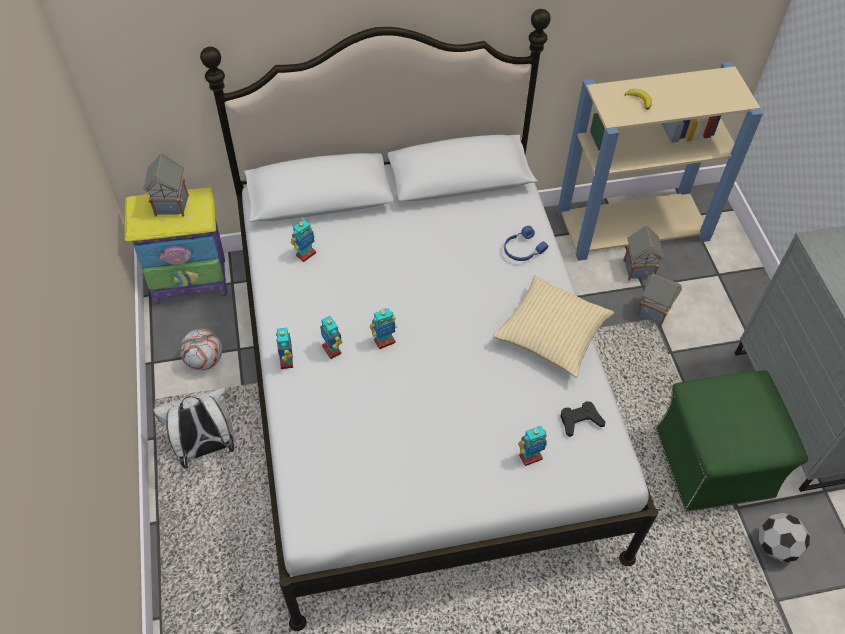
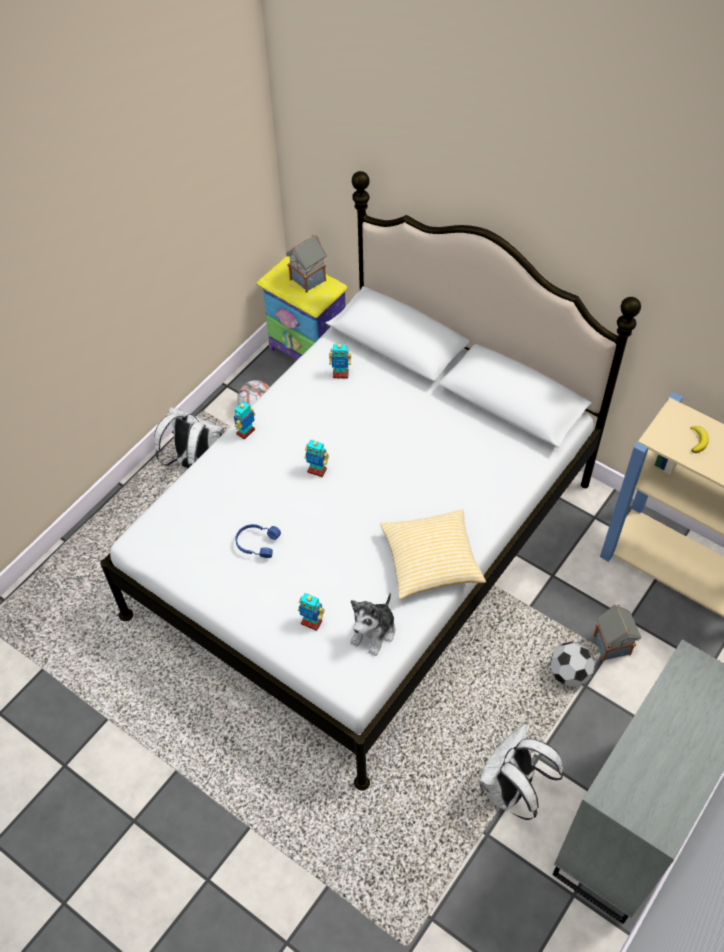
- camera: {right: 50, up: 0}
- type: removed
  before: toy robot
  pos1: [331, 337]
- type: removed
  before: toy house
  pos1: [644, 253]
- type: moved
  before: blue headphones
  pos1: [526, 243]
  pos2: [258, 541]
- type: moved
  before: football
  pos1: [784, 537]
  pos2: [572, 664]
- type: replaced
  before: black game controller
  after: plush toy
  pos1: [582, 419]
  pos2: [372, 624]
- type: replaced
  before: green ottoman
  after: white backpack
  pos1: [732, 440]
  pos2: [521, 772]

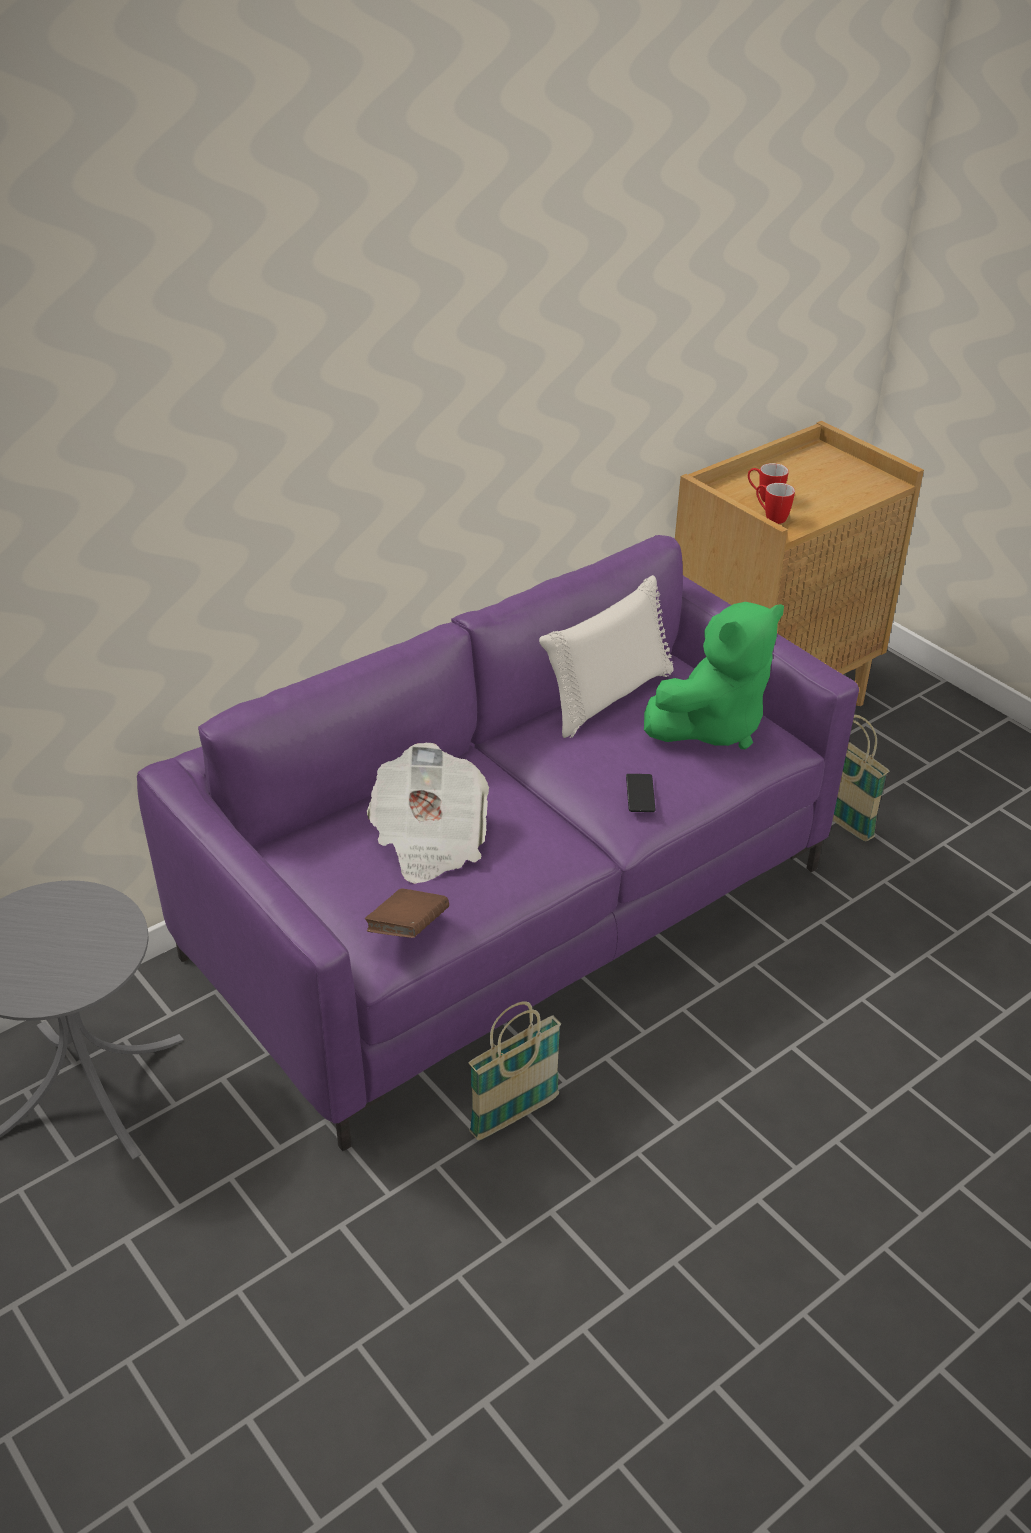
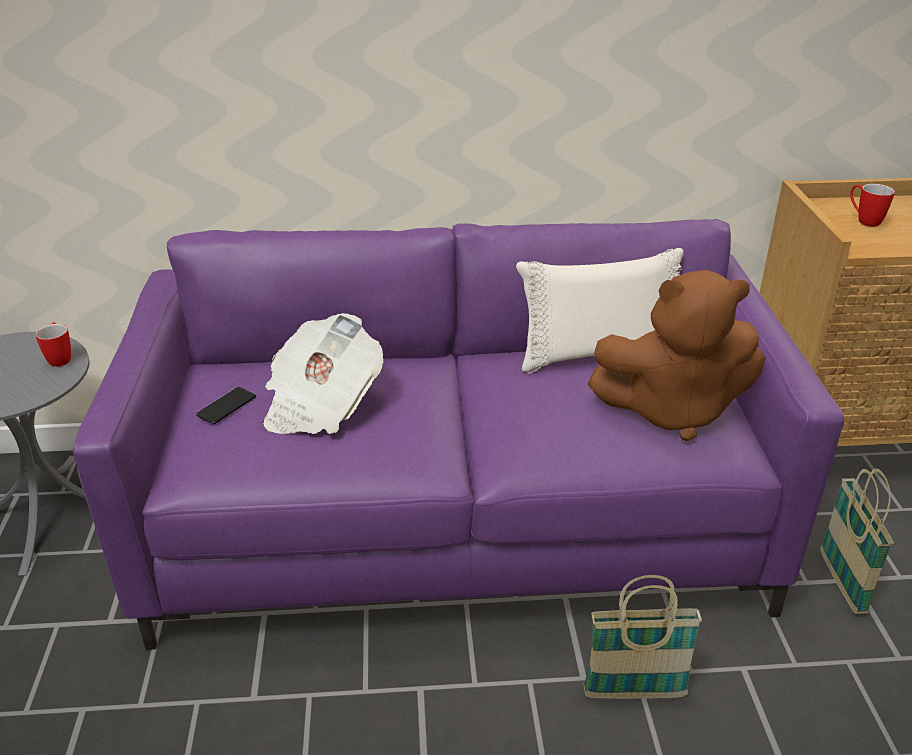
- camera: {right: 35, up: -5}
- type: removed
  before: brown book
  pos1: [407, 913]
- type: moved
  before: basket
  pos1: [515, 1070]
  pos2: [643, 637]
- type: moved
  before: phone
  pos1: [641, 793]
  pos2: [226, 405]
- type: moved
  before: mug
  pos1: [775, 503]
  pos2: [53, 344]
- type: recoloured
  before: green plush toy
  after: brown plush toy
  pos1: [714, 675]
  pos2: [676, 355]

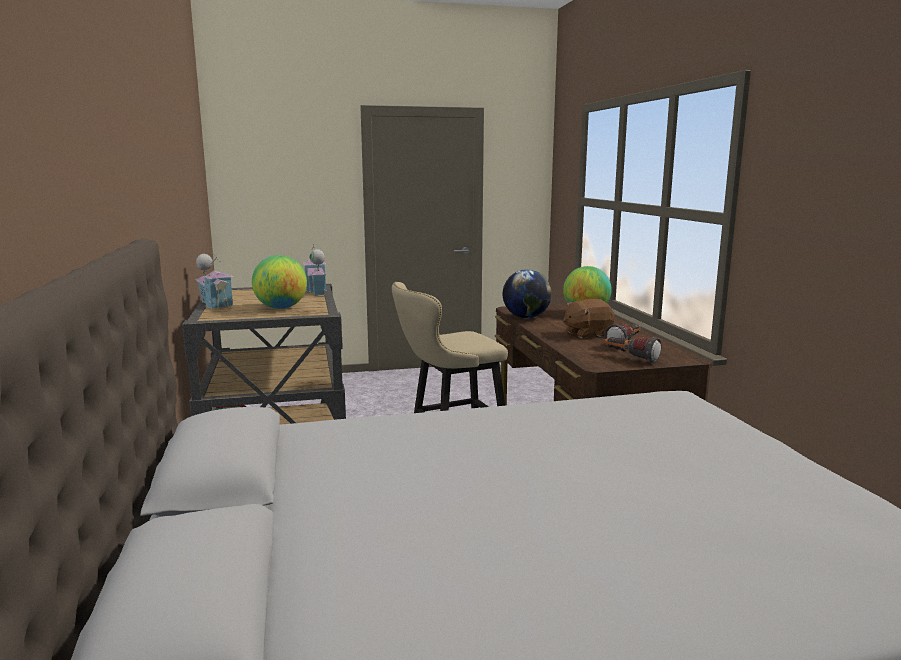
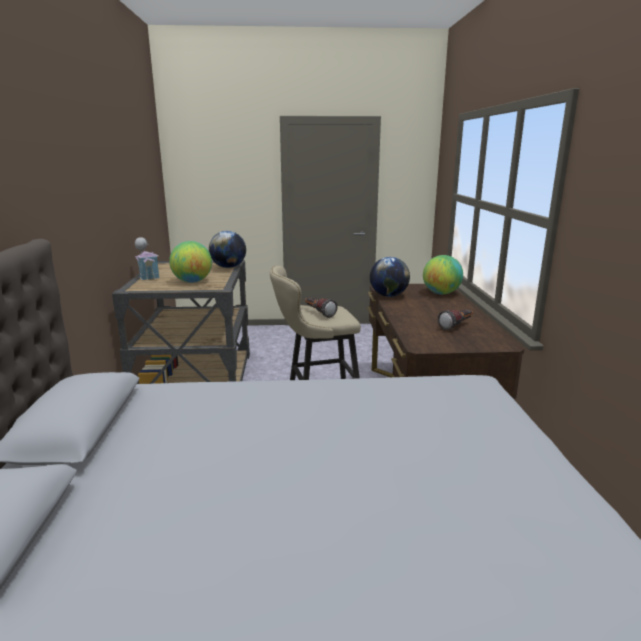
- camera: {right: 10, up: 5}
- type: removed
  before: brown plush toy
  pos1: [589, 318]
- type: moved
  before: flashlight
  pos1: [632, 350]
  pos2: [321, 307]
- type: replaced
  before: toy house
  after: globe
  pos1: [315, 270]
  pos2: [227, 249]

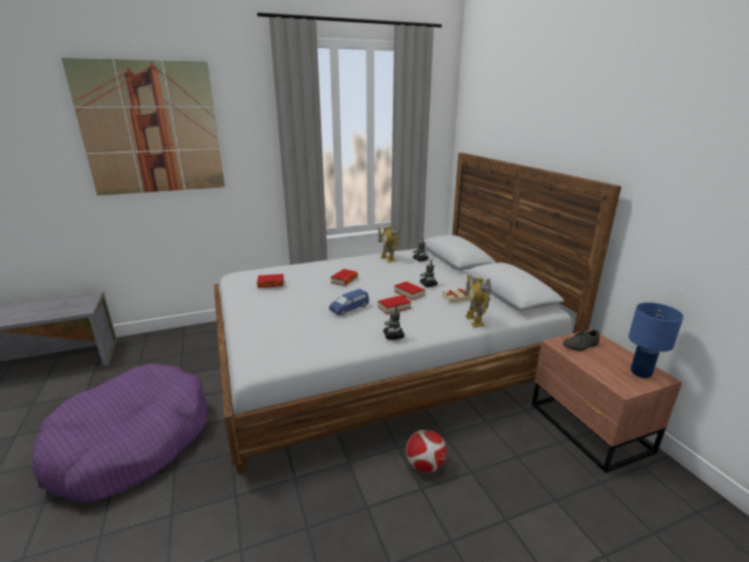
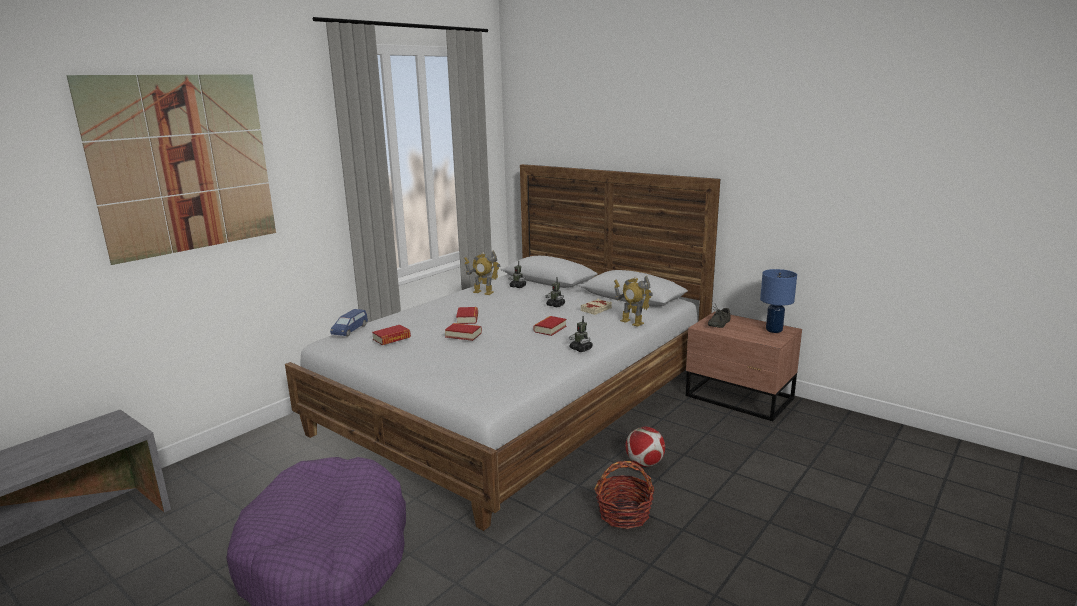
- camera: {right: -30, up: -5}
- type: added
  after: basket
  pos2: [624, 495]
- type: moved
  before: blue toy car
  pos1: [349, 302]
  pos2: [349, 322]
- type: moved
  before: book
  pos1: [409, 290]
  pos2: [463, 332]

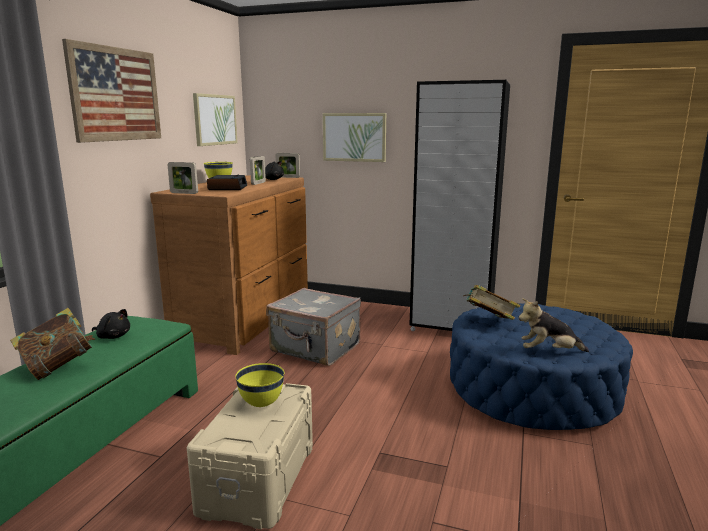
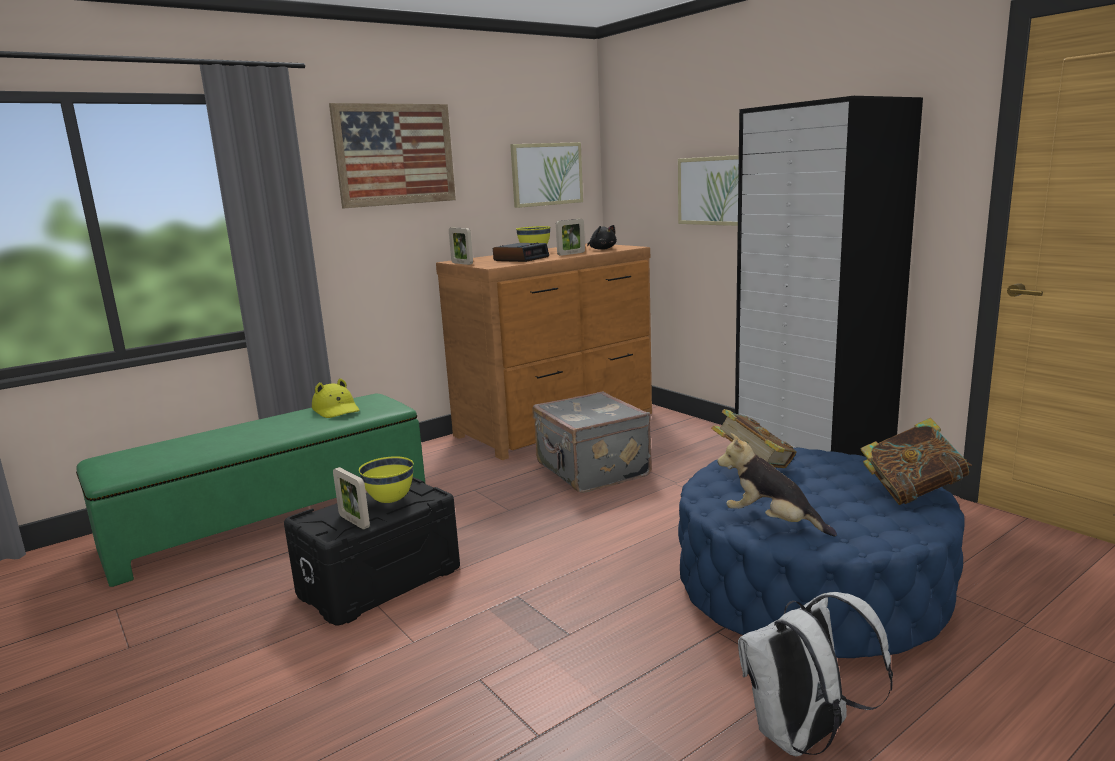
- camera: {right: 35, up: 0}
- type: added
  after: white backpack
  pos2: [815, 674]
- type: moved
  before: book
  pos1: [52, 344]
  pos2: [916, 461]
- type: moved
  before: picture frame
  pos1: [288, 165]
  pos2: [351, 498]
- type: replaced
  before: black plush toy
  after: yellow hat
  pos1: [111, 324]
  pos2: [335, 398]
- type: recoloured
  before: beige storage box
  after: black storage box
  pos1: [250, 456]
  pos2: [372, 551]

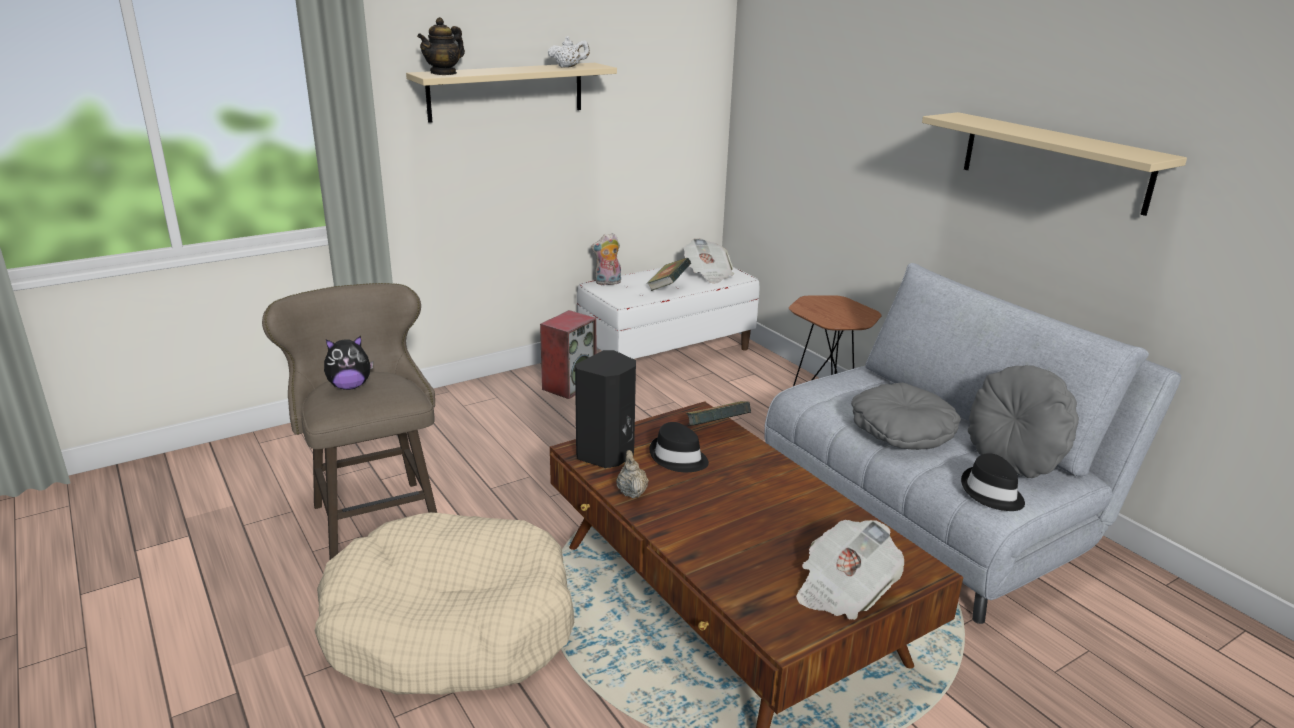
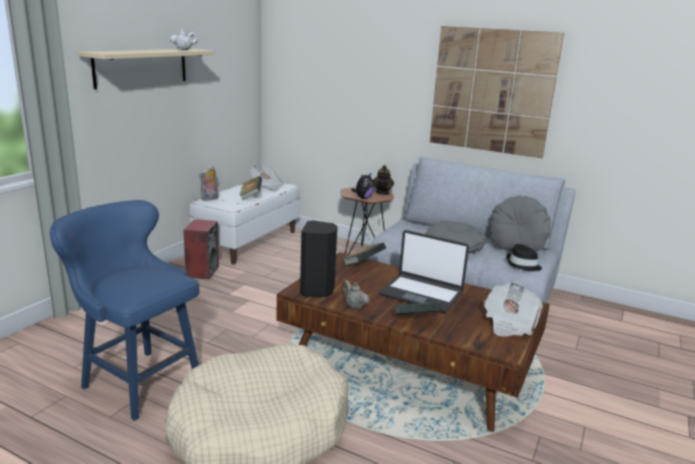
- camera: {right: -30, up: -5}
- type: removed
  before: black hat
  pos1: [679, 447]
- type: added
  after: laptop
  pos2: [424, 271]
- type: added
  after: book
  pos2: [418, 308]
- type: moved
  before: plush toy
  pos1: [349, 363]
  pos2: [363, 185]
- type: moved
  before: teapot
  pos1: [441, 46]
  pos2: [383, 180]
- type: replaced
  before: beige shelf
  after: picture
  pos1: [1054, 164]
  pos2: [497, 92]
- type: recoloured
  before: beige stool
  after: blue stool
  pos1: [349, 421]
  pos2: [124, 310]

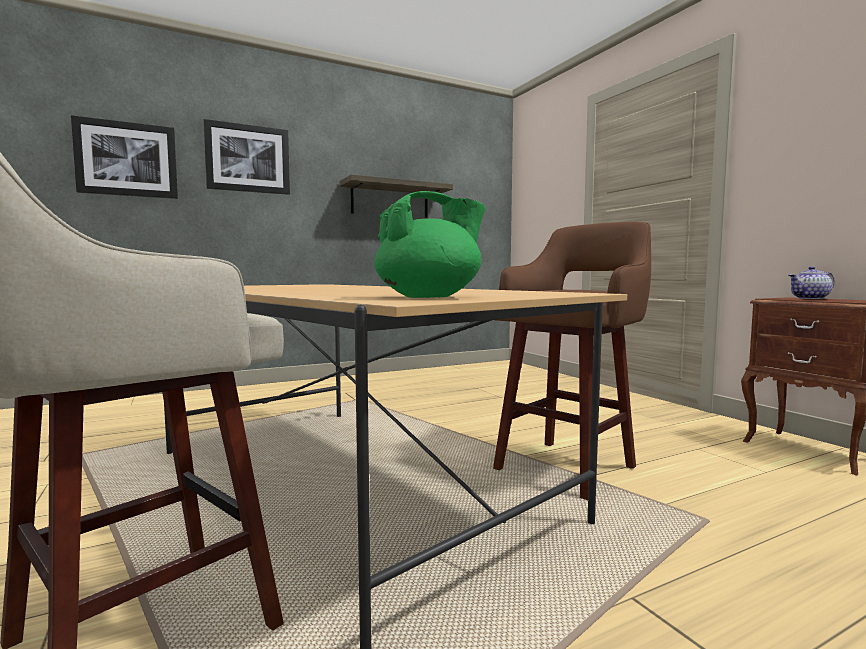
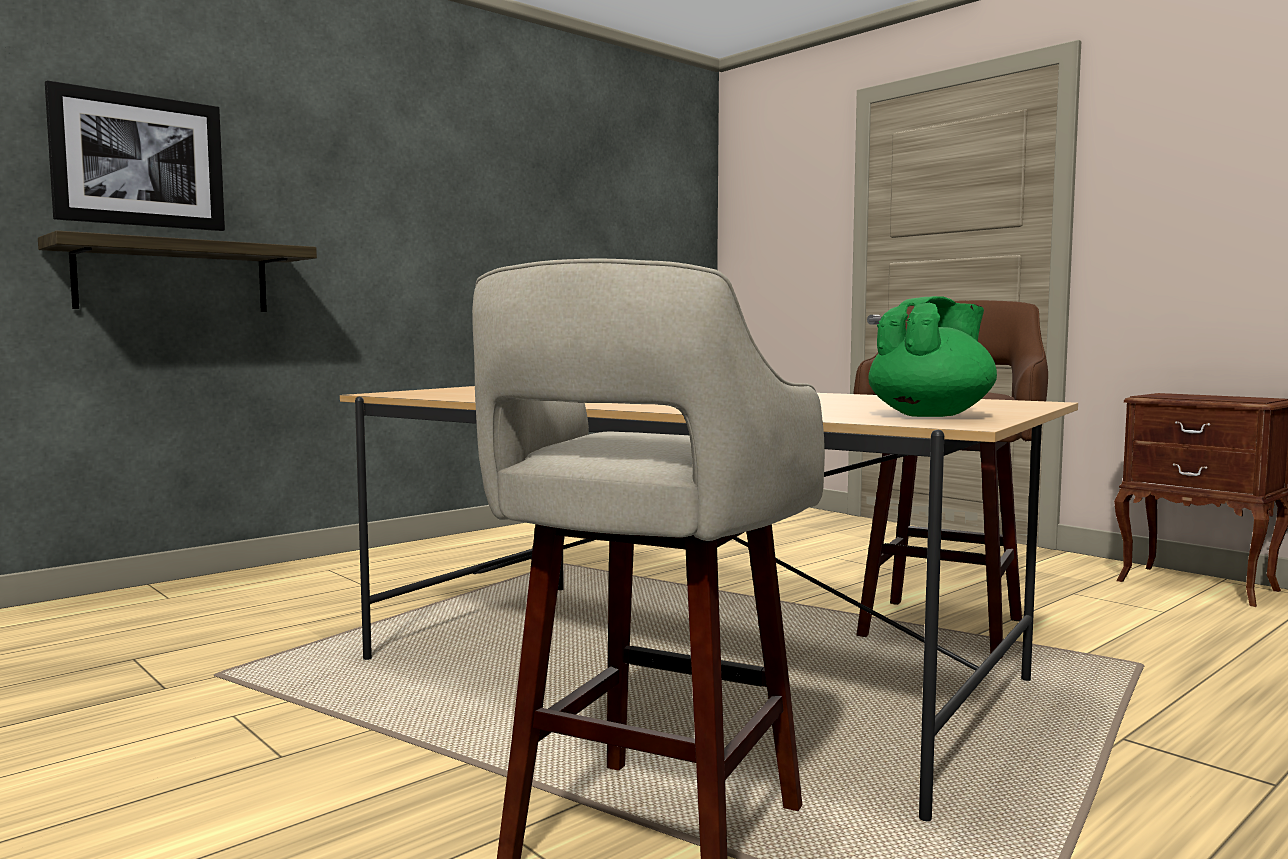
- camera: {right: -15, up: 0}
- type: removed
  before: picture
  pos1: [246, 157]
- type: removed
  before: teapot
  pos1: [812, 282]
- type: moved
  before: shelf
  pos1: [396, 196]
  pos2: [177, 271]

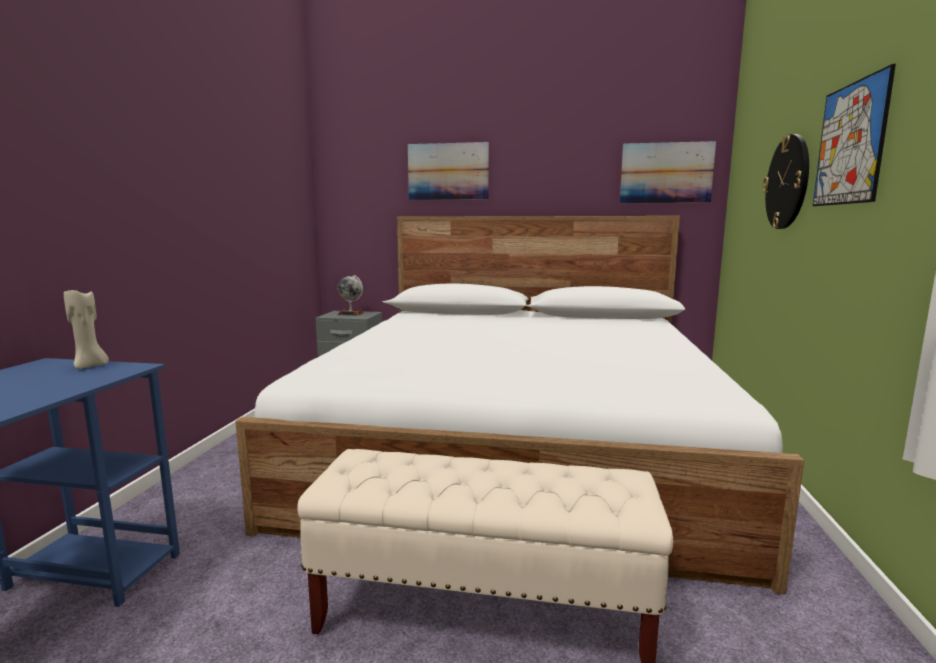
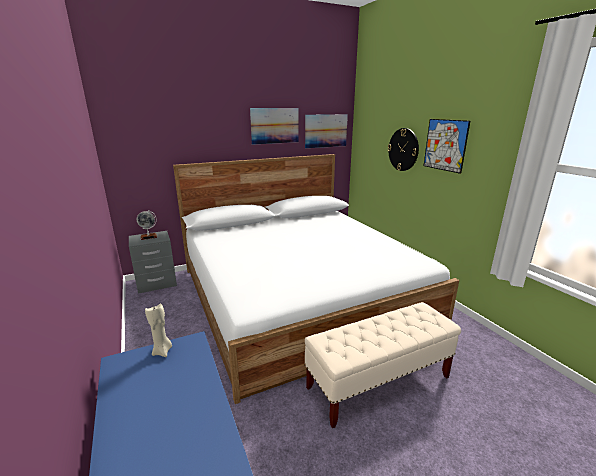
- camera: {right: -35, up: 10}
- type: moved
  before: picture
  pos1: [448, 171]
  pos2: [274, 126]

